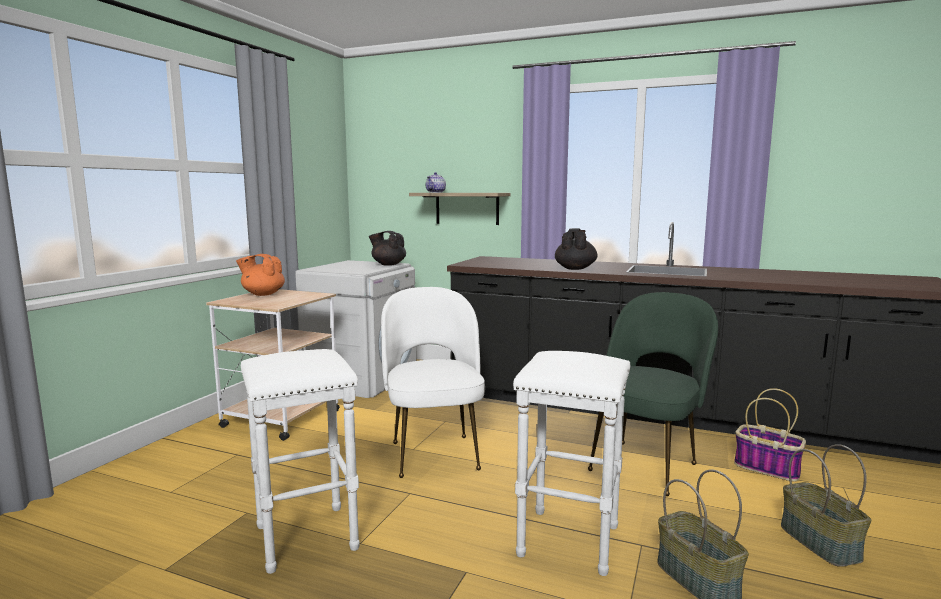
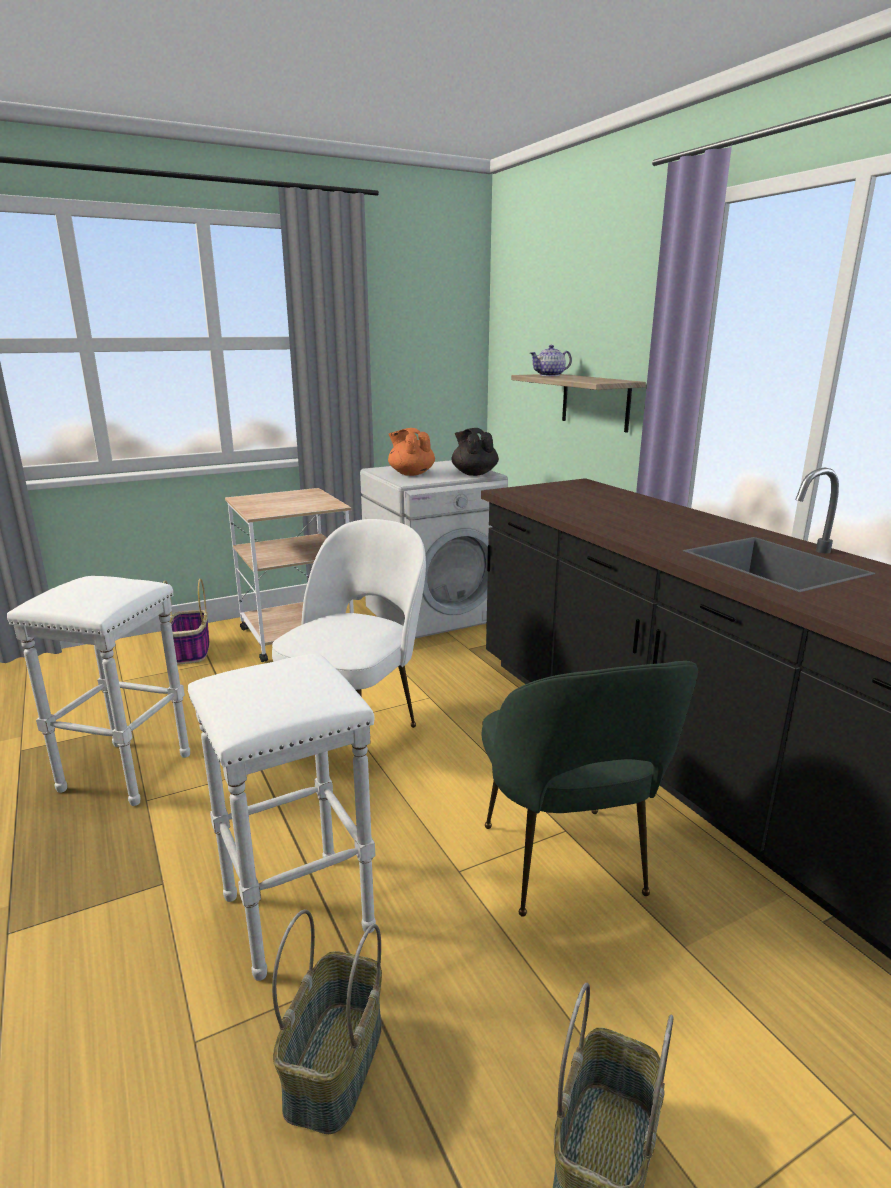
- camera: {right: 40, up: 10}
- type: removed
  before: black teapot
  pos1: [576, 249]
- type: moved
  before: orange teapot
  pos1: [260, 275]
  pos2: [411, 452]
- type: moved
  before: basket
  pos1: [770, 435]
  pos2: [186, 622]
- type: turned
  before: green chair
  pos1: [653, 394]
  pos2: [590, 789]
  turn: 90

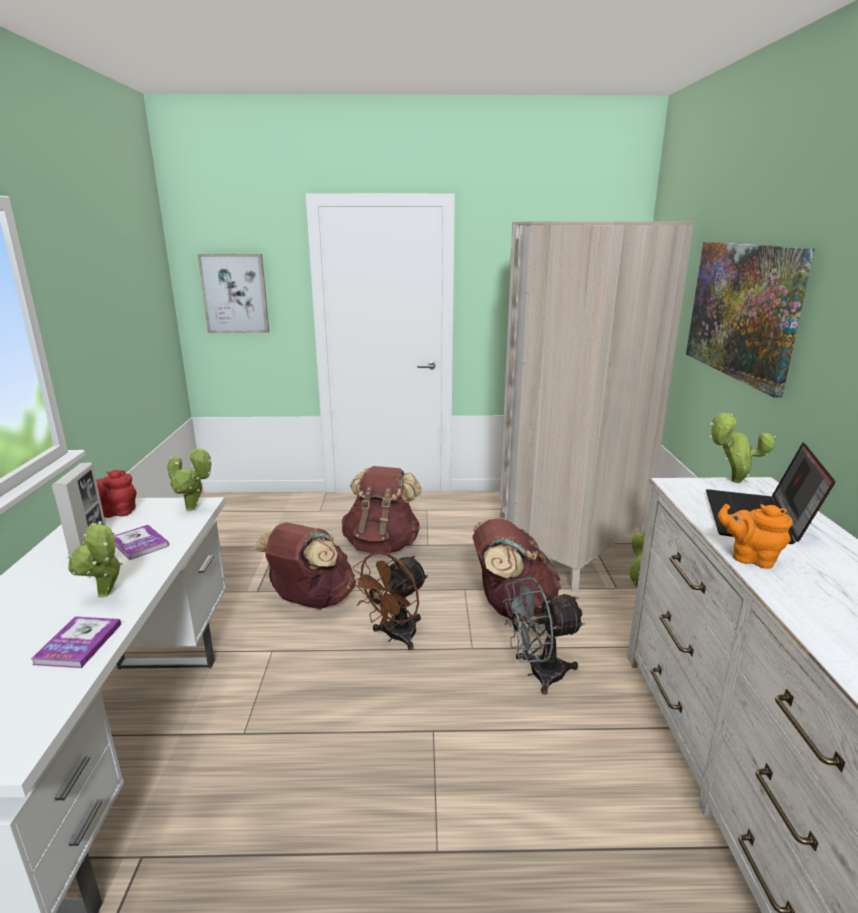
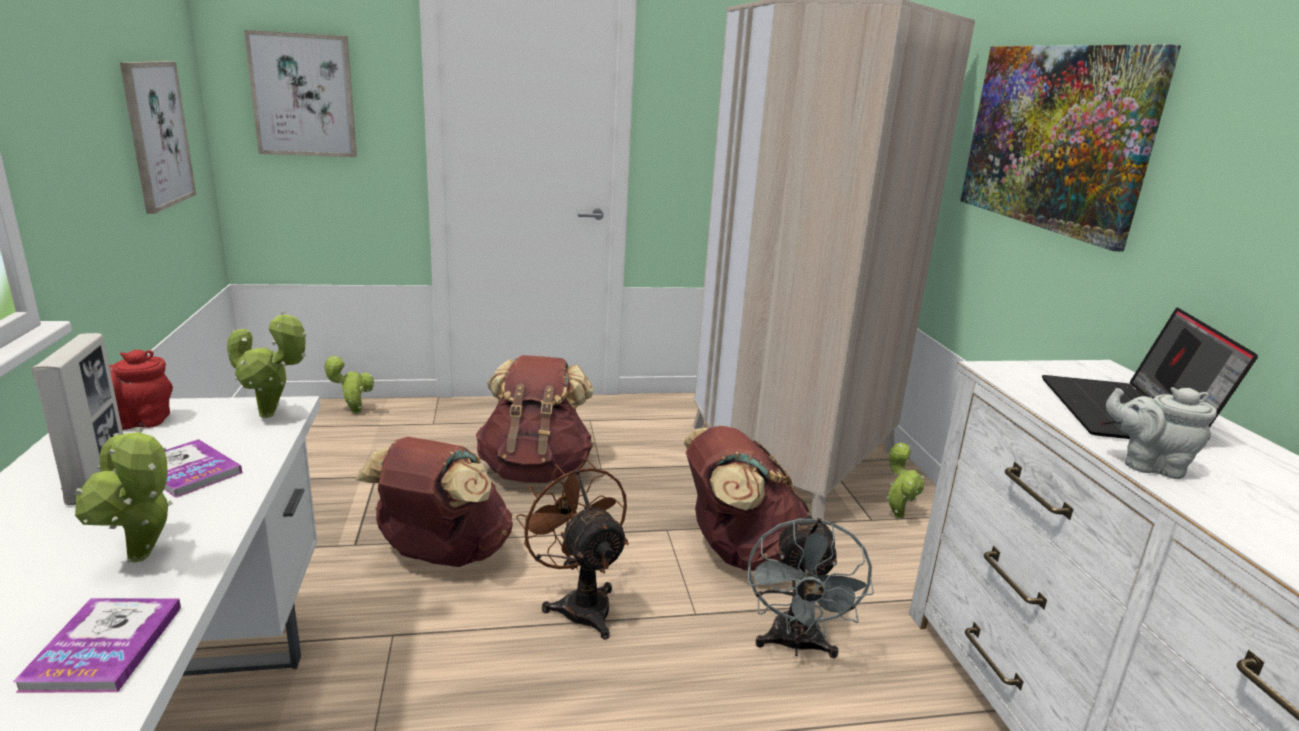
- camera: {right: -10, up: 0}
- type: added
  after: picture
  pos2: [158, 137]
- type: moved
  before: potted plant
  pos1: [743, 447]
  pos2: [348, 385]
- type: recoloured
  before: orange teapot
  after: grey teapot
  pos1: [755, 536]
  pos2: [1161, 433]
- type: turned
  before: brown fan
  pos1: [389, 600]
  pos2: [572, 549]
  turn: 120
- type: turned
  before: grey fan
  pos1: [544, 636]
  pos2: [811, 586]
  turn: -60

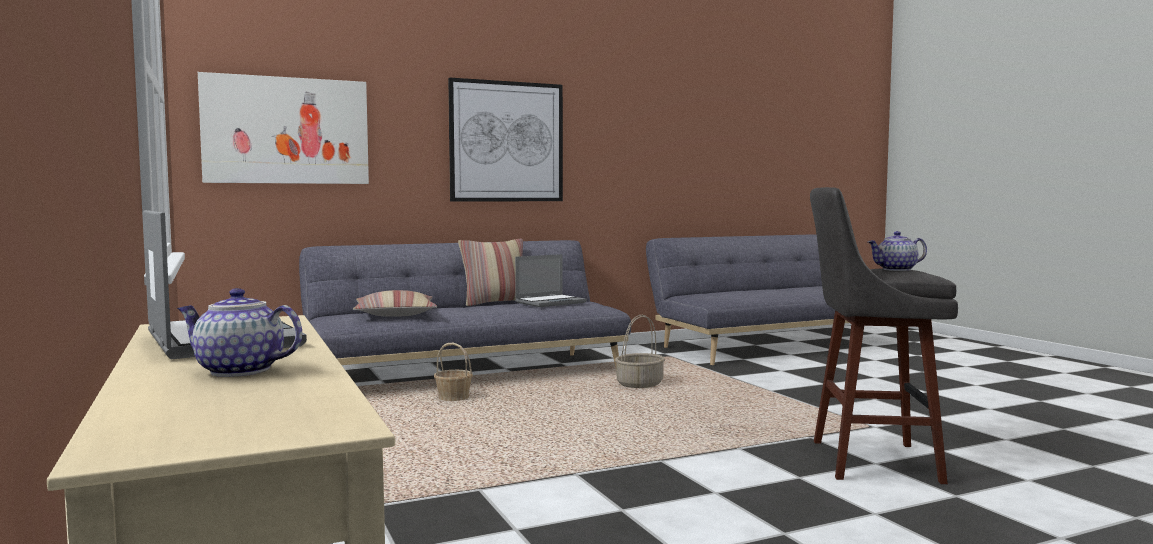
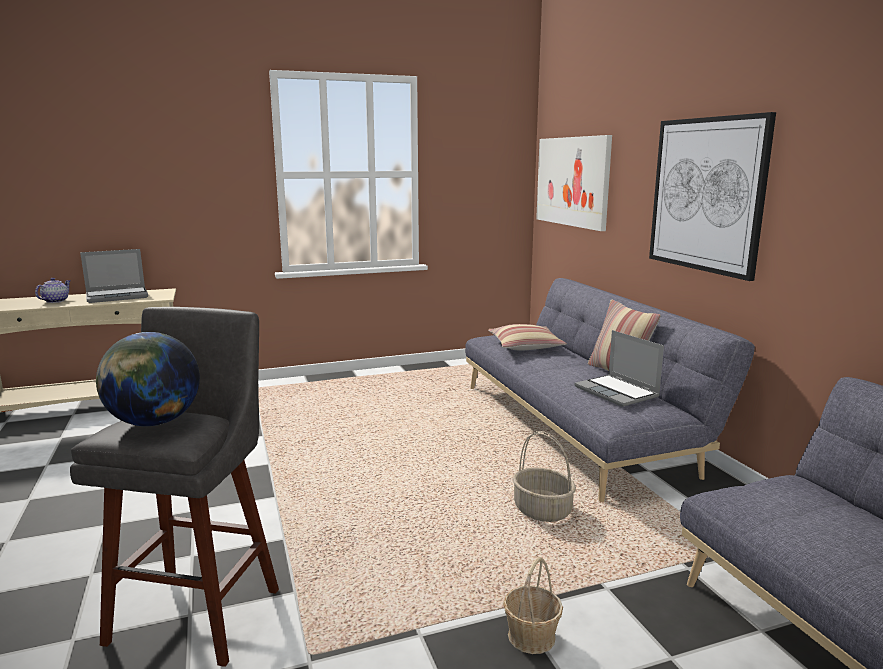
- camera: {right: 95, up: 10}
- type: moved
  before: basket
  pos1: [453, 372]
  pos2: [533, 605]
- type: replaced
  before: teapot
  after: globe
  pos1: [897, 251]
  pos2: [148, 379]

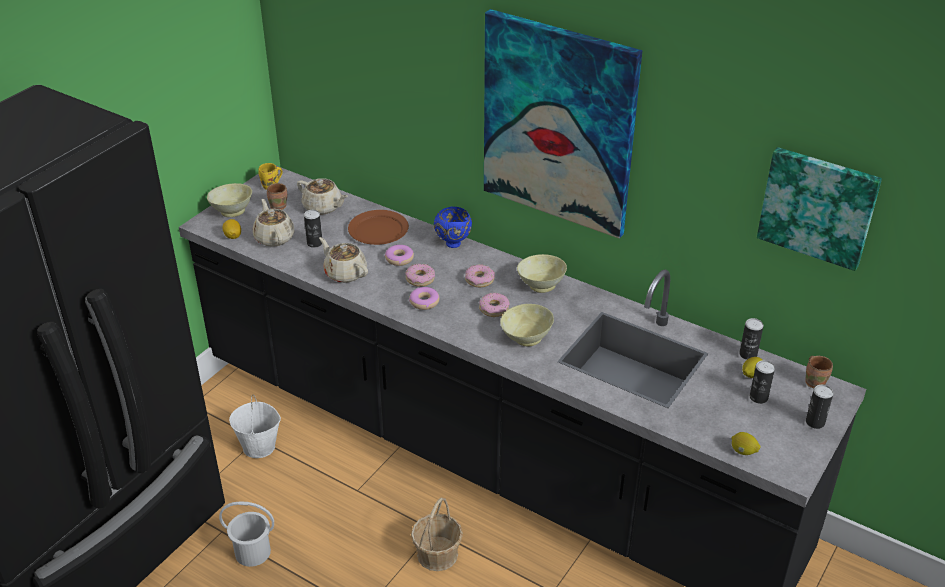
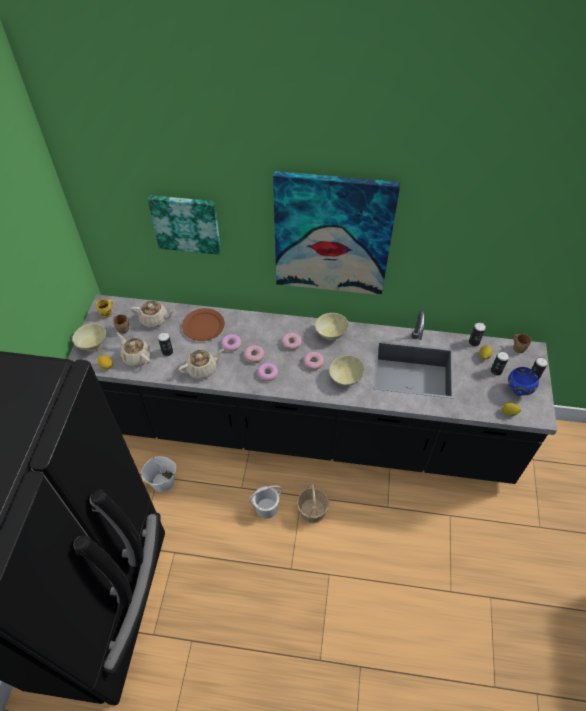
- camera: {right: -25, up: 15}
- type: moved
  before: white bucket
  pos1: [246, 534]
  pos2: [265, 502]
- type: moved
  before: blue bowl
  pos1: [453, 227]
  pos2: [523, 381]
- type: moved
  before: picture
  pos1: [819, 209]
  pos2: [184, 225]
- type: turned
  before: beige teapot
  pos1: [343, 260]
  pos2: [201, 364]
  turn: 135

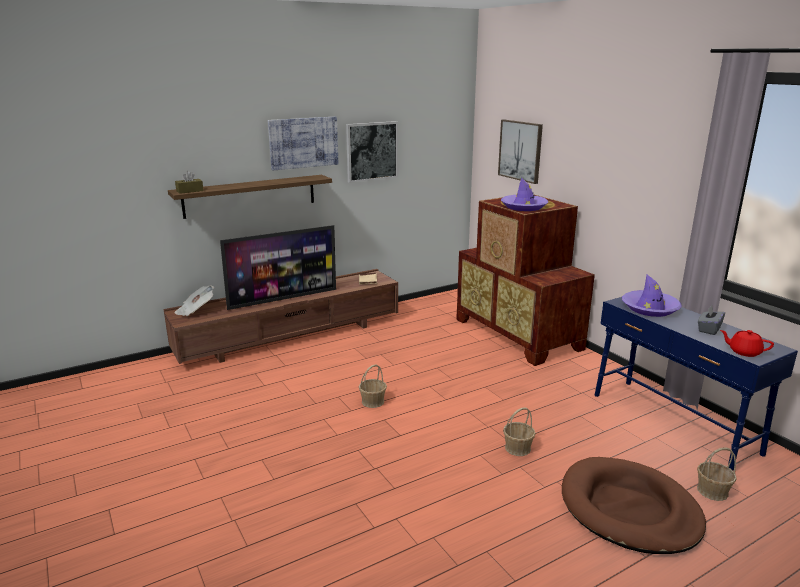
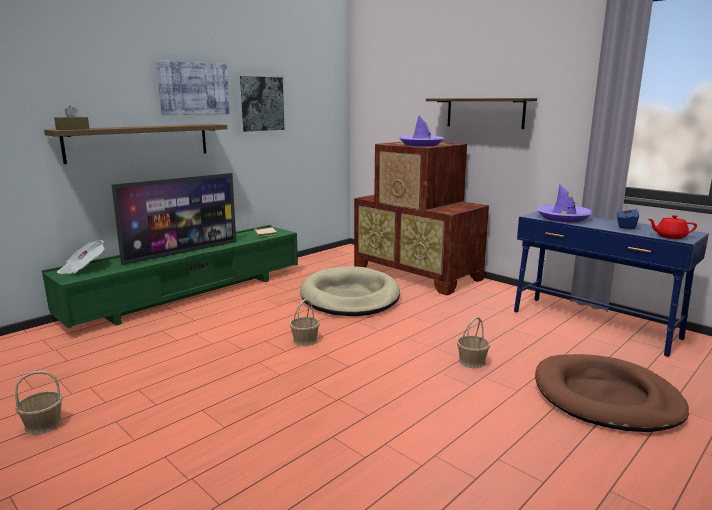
- camera: {right: -15, up: -5}
- type: removed
  before: picture
  pos1: [520, 151]
- type: added
  after: beige dog bed
  pos2: [350, 291]
- type: added
  after: shelf
  pos2: [481, 113]
- type: moved
  before: basket
  pos1: [717, 474]
  pos2: [39, 403]
- type: recoloured
  before: brown tv stand
  after: green tv stand
  pos1: [280, 316]
  pos2: [170, 276]
- type: recoloured
  before: grey tissue box
  after: blue tissue box
  pos1: [711, 320]
  pos2: [628, 217]

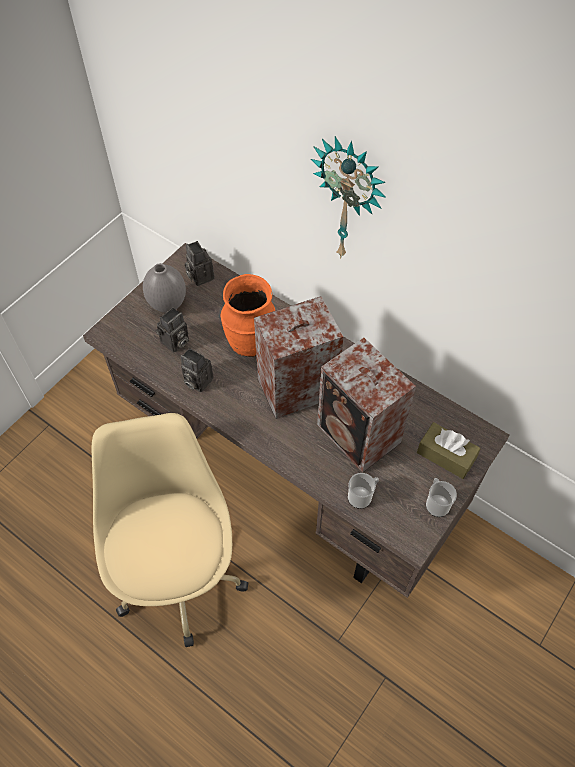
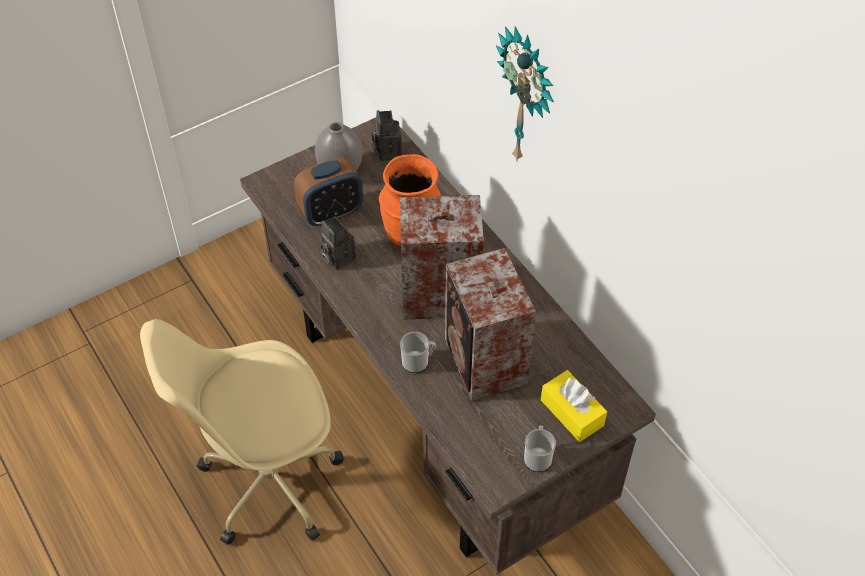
- camera: {right: 20, up: -5}
- type: moved
  before: mug
  pos1: [363, 491]
  pos2: [418, 352]
- type: replaced
  before: photo camera
  after: alarm clock
  pos1: [172, 329]
  pos2: [328, 192]
- type: recoloured
  before: brown tissue box
  after: yellow tissue box
  pos1: [449, 450]
  pos2: [574, 406]
- type: turned
  before: beige office chair
  pos1: [170, 530]
  pos2: [242, 432]
  turn: -120

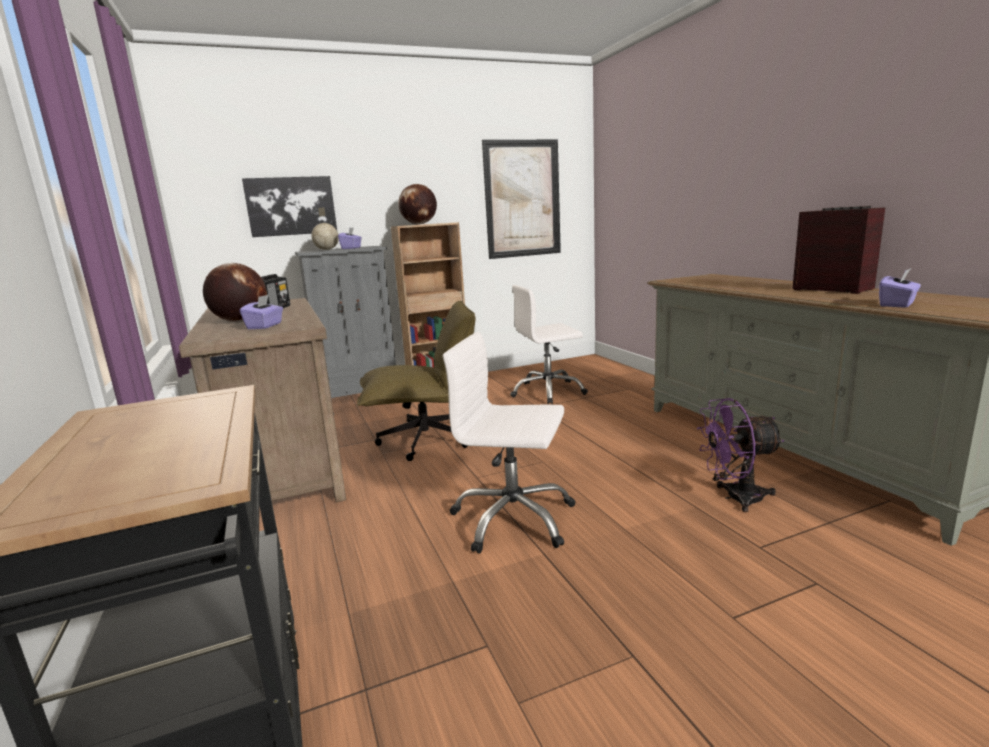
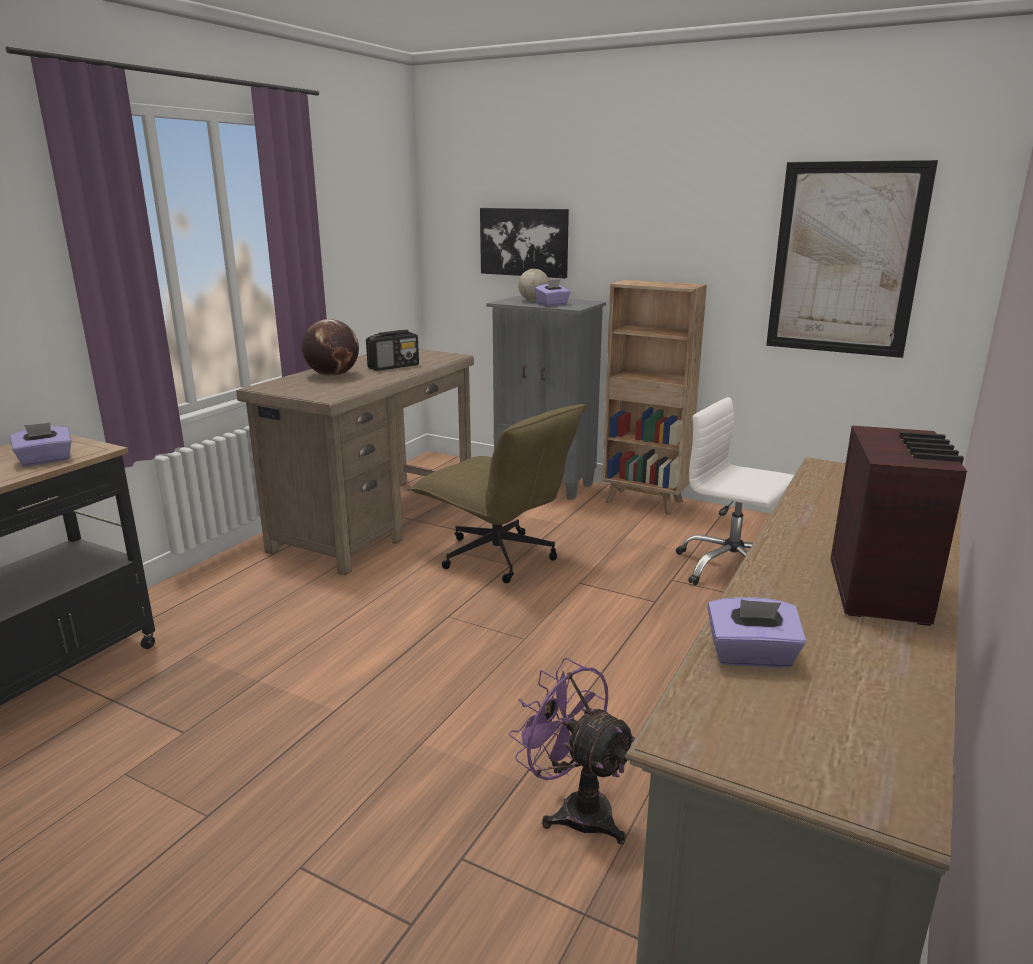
- camera: {right: 50, up: 5}
- type: removed
  before: globe
  pos1: [417, 204]
- type: removed
  before: white office chair
  pos1: [509, 443]
- type: moved
  before: purple tissue box
  pos1: [261, 311]
  pos2: [41, 444]

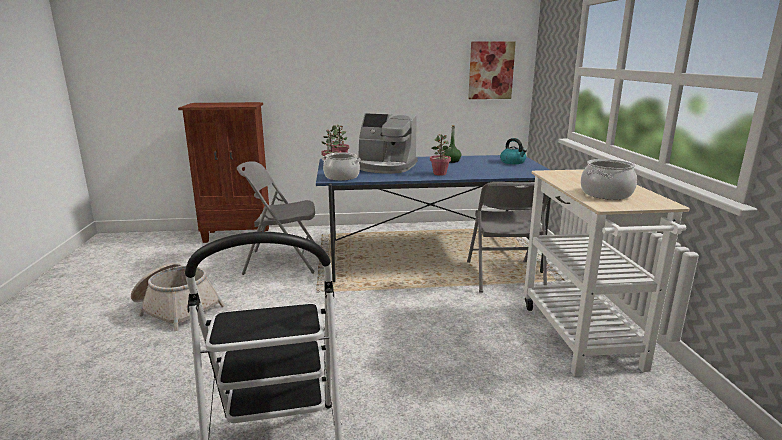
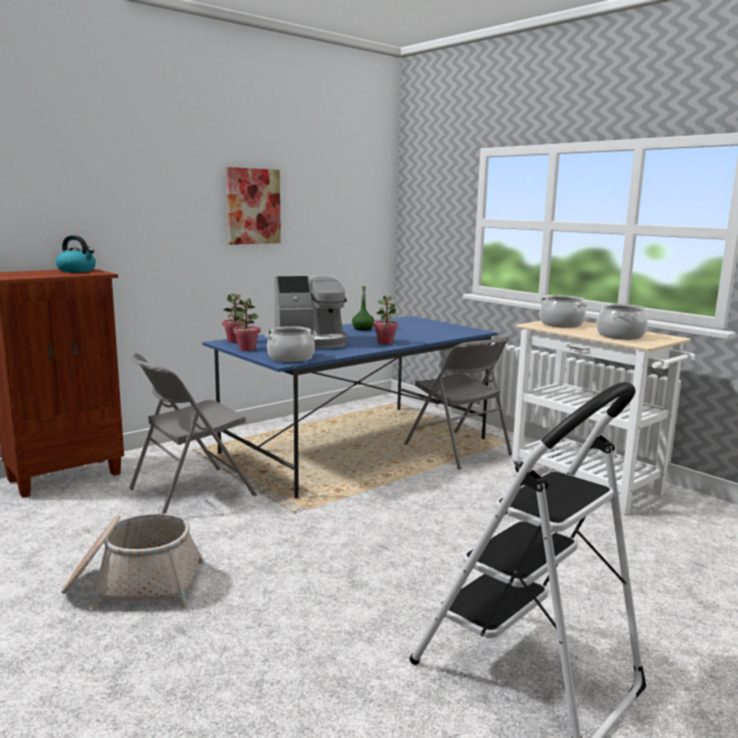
- camera: {right: -35, up: -5}
- type: added
  after: cooking pot
  pos2: [563, 311]
- type: moved
  before: picture
  pos1: [492, 70]
  pos2: [253, 206]
- type: moved
  before: kettle
  pos1: [513, 151]
  pos2: [76, 253]

